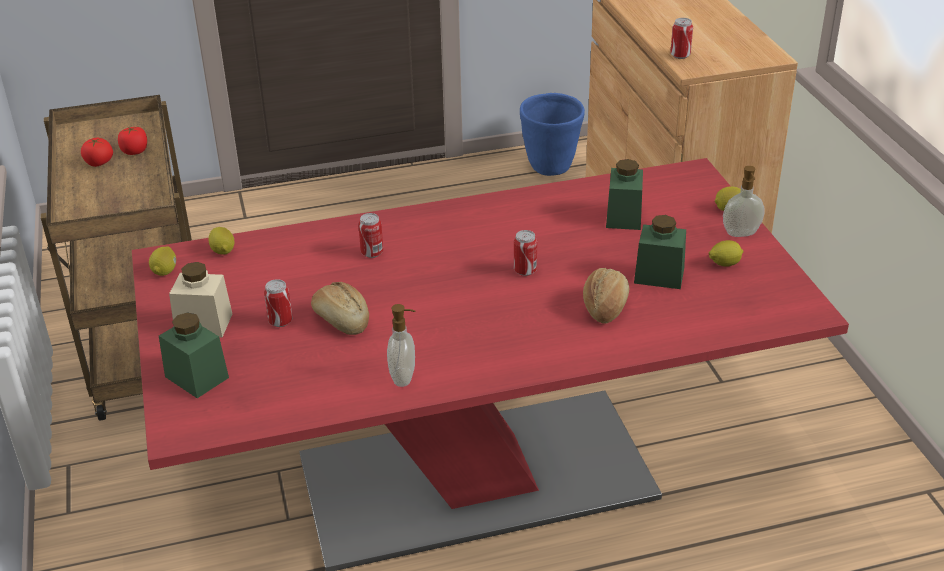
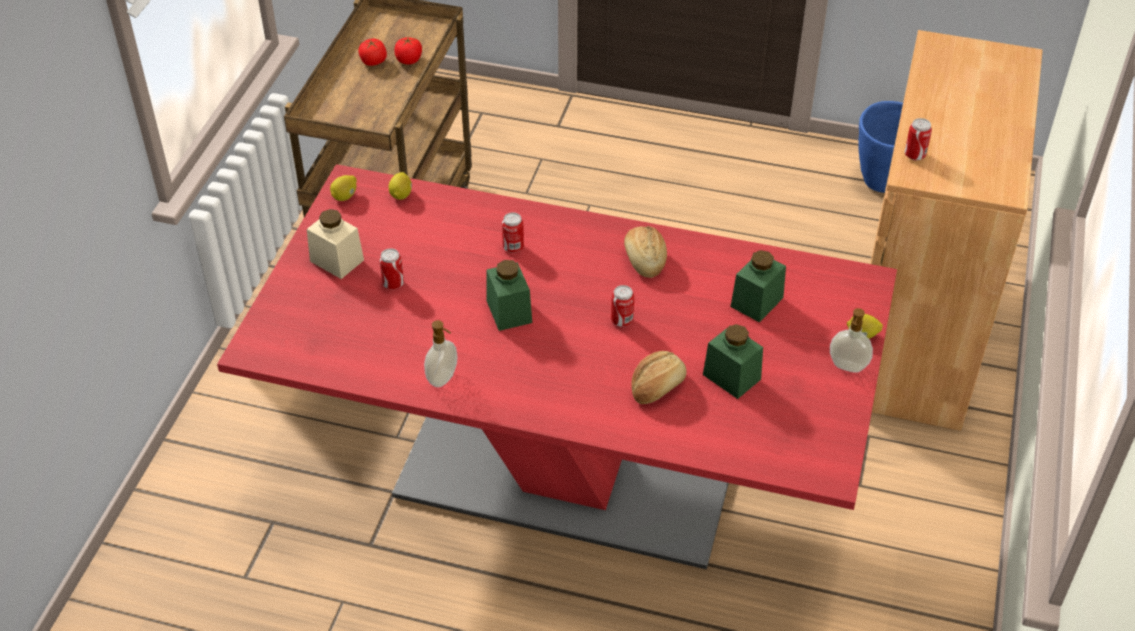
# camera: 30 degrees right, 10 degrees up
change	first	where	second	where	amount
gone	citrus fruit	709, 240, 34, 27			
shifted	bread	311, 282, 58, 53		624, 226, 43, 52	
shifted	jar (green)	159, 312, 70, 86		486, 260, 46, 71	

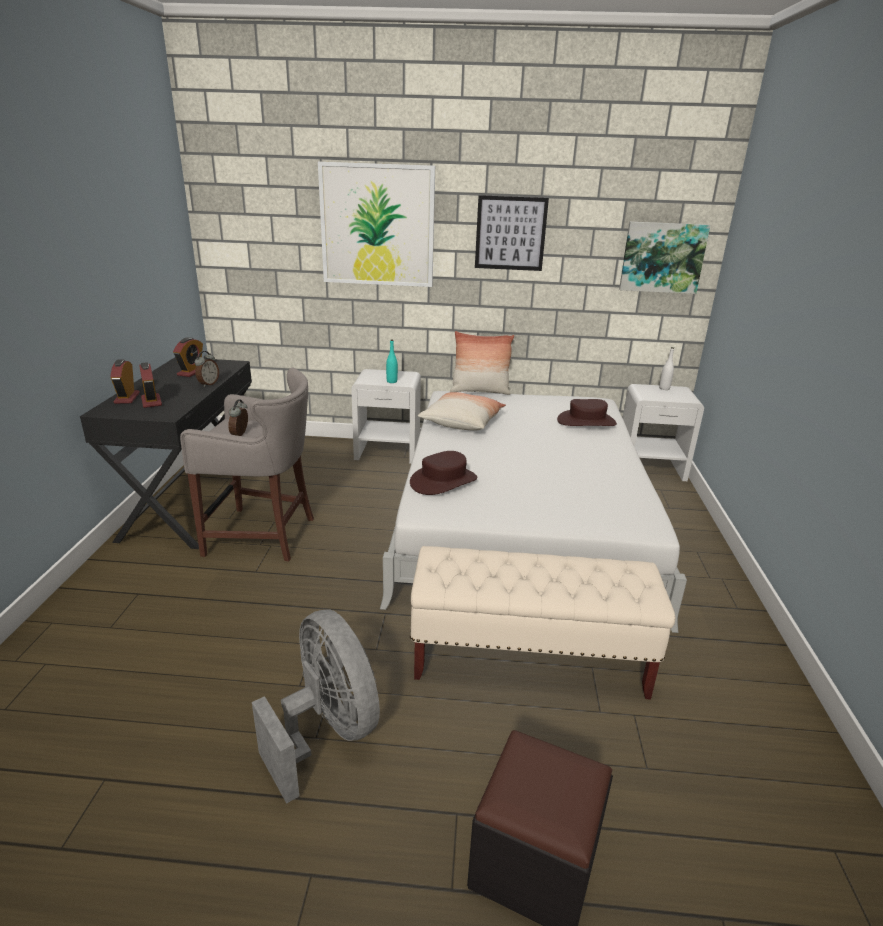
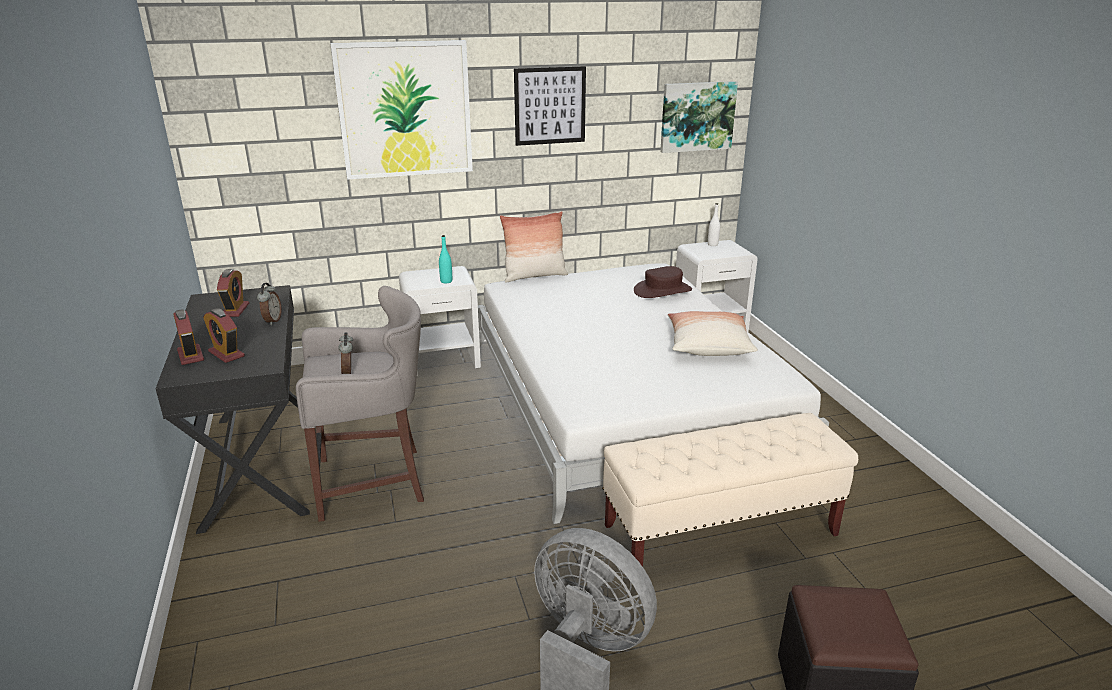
# camera: 20 degrees left, 0 degrees up
change	first	where	second	where	amount
shifted	throw pillow	418, 392, 88, 39		668, 311, 90, 45	
gone	clothing hat (brown-coloured)	410, 451, 67, 44			

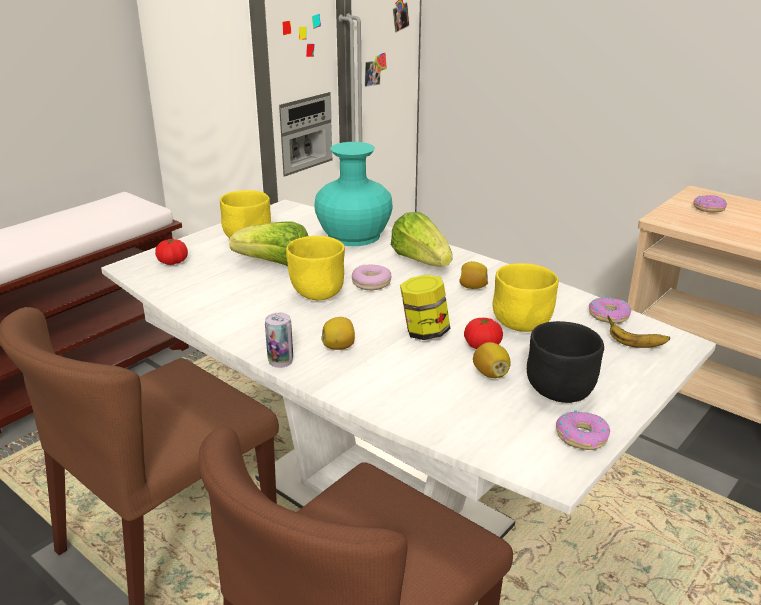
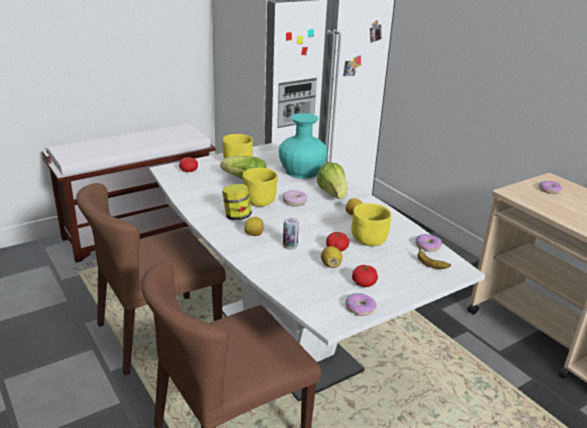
# camera: 15 degrees right, 0 degrees up
change	first	where	second	where	amount
shifted	jar	400, 275, 50, 65		222, 184, 30, 36	
shifted	metal can	265, 313, 28, 55		283, 218, 16, 32	
swapped	bowl (black-coloured)	527, 321, 77, 82	whole tomato	352, 265, 26, 22	

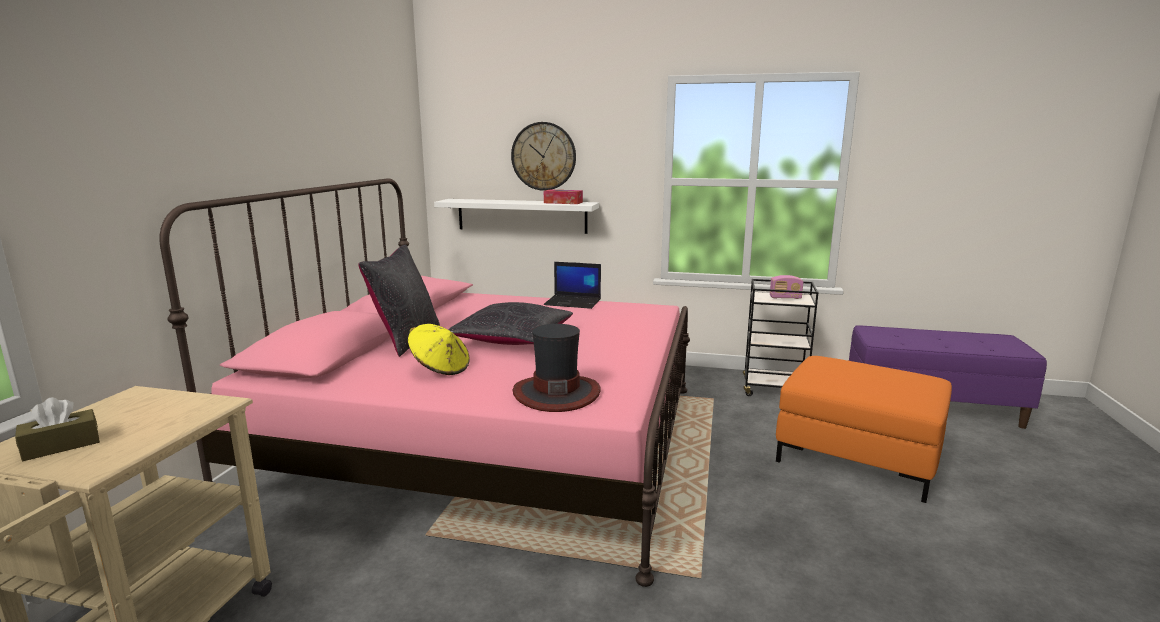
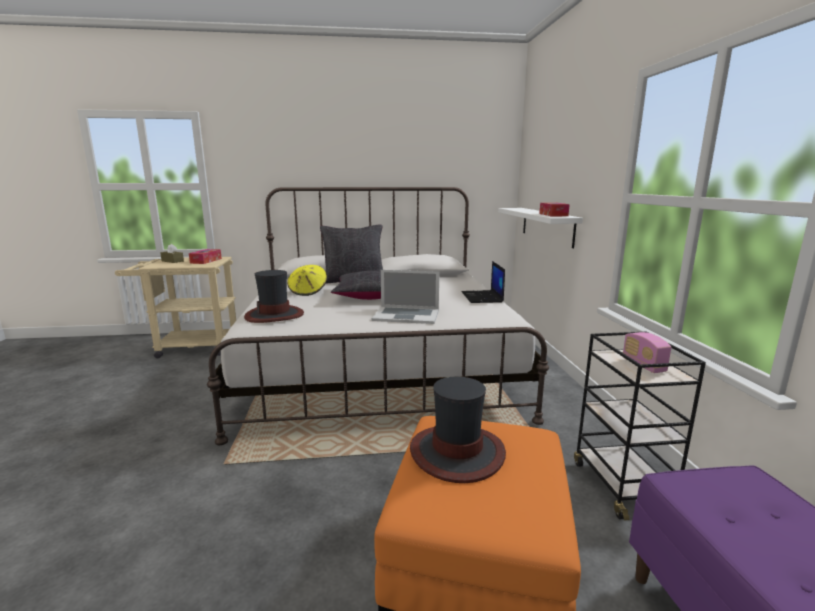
# camera: 70 degrees right, 0 degrees up
change	first	where	second	where	amount
gone	hanging clock	511, 122, 65, 69			
repainted	bed (pinkish)	159, 178, 531, 409	bed (whitish)	207, 187, 342, 258	
new			box of tissues	189, 249, 33, 15	
new			notebook computer	372, 270, 68, 54	
new			clothing hat	410, 376, 96, 107	

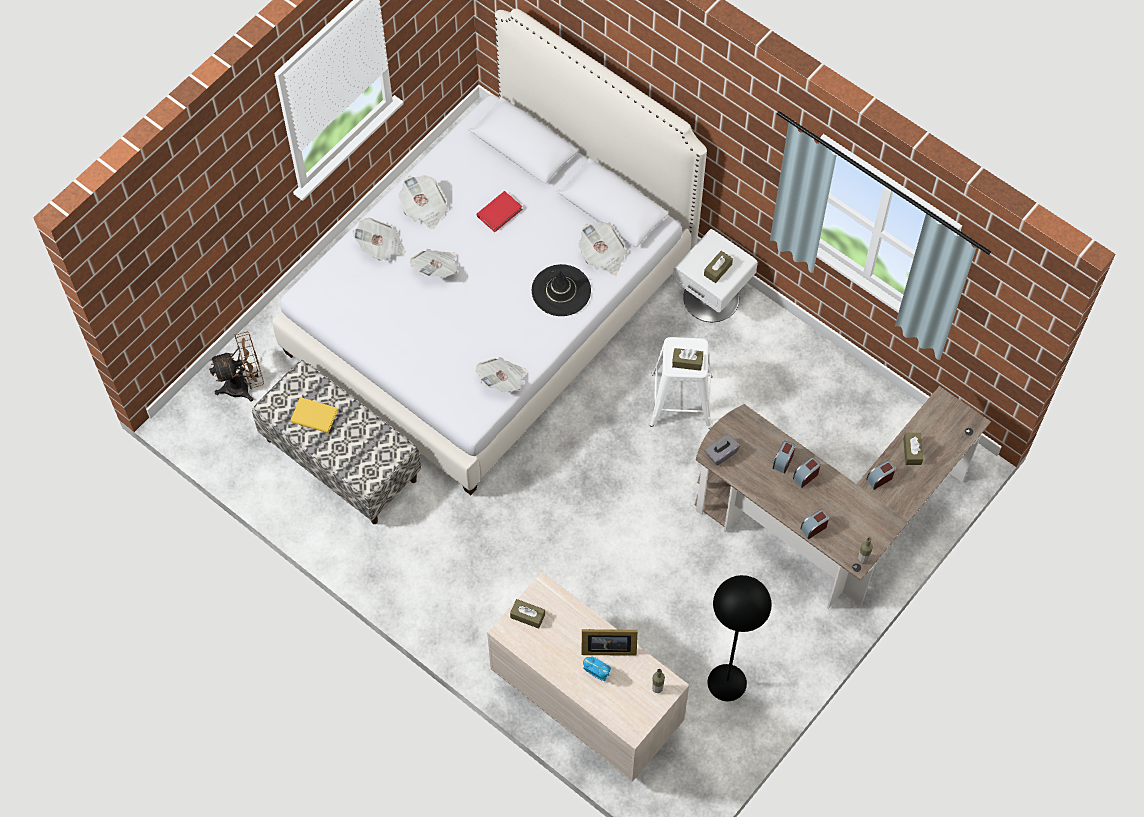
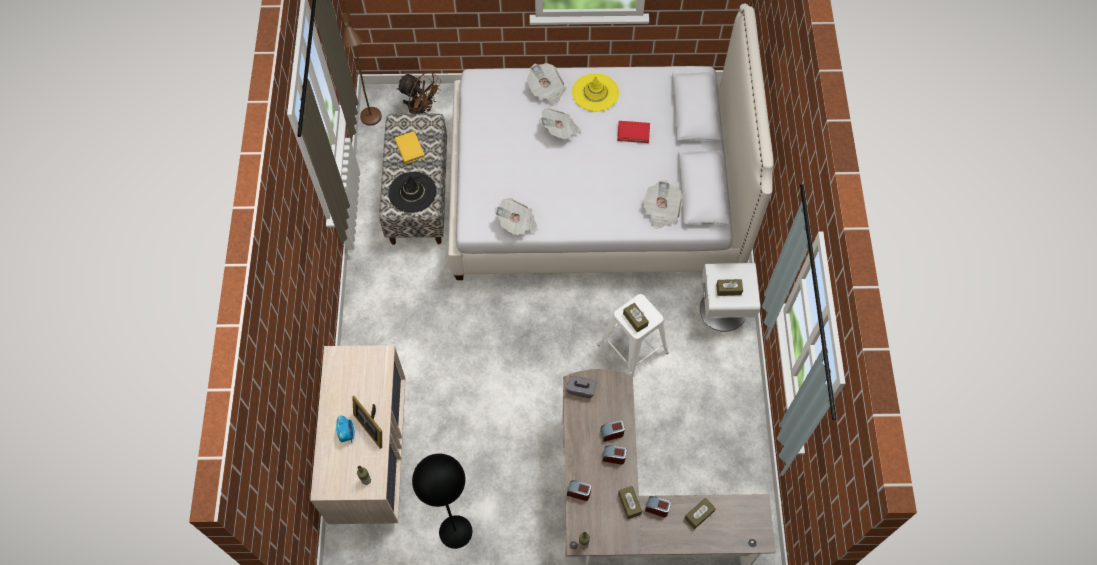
# camera: 50 degrees right, 0 degrees up
change	first	where	second	where	amount
swapped	newspaper	398, 175, 51, 54	clothing hat (yellow)	572, 73, 47, 38	
shifted	clothing hat (black-coloured)	532, 264, 59, 52		388, 172, 48, 41	
shifted	box of tissues (brown-coloured)	510, 599, 35, 30		618, 486, 24, 33	
new			standard lamp (brown-coloured)	339, 13, 43, 113	

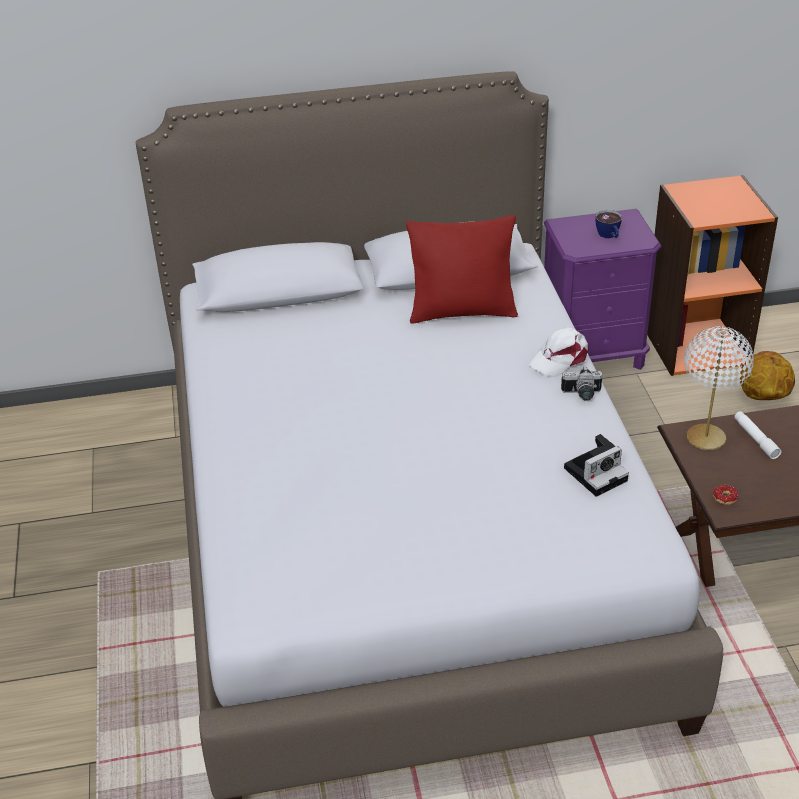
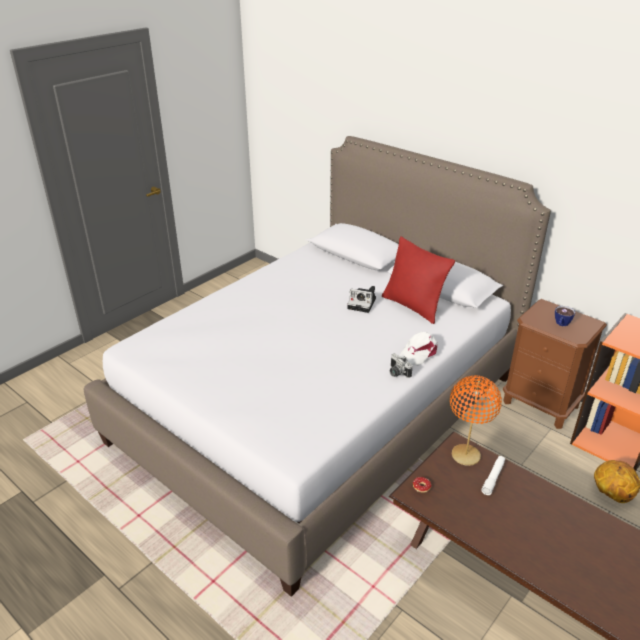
# camera: 50 degrees right, 5 degrees down
change	first	where	second	where	amount
repainted	nightstand (purple)	544, 209, 117, 161	nightstand (brown-coloured)	503, 299, 104, 130	
repainted	tabletop lamp (whitish)	684, 326, 70, 124	tabletop lamp (orange-coloured)	450, 375, 52, 91	
rotated	cap (whitish)	529, 327, 60, 50		399, 331, 39, 35	60 degrees counterclockwise
shifted	still camera	564, 434, 65, 63		347, 286, 29, 27	

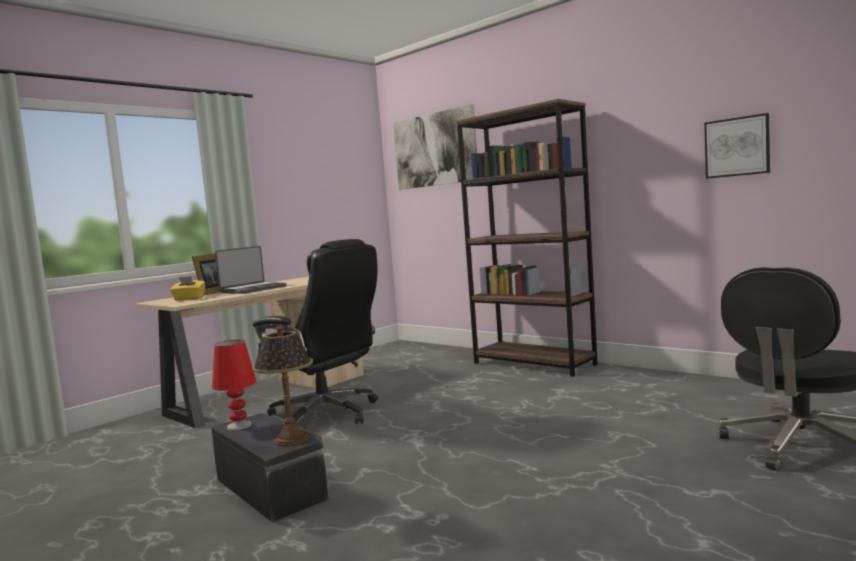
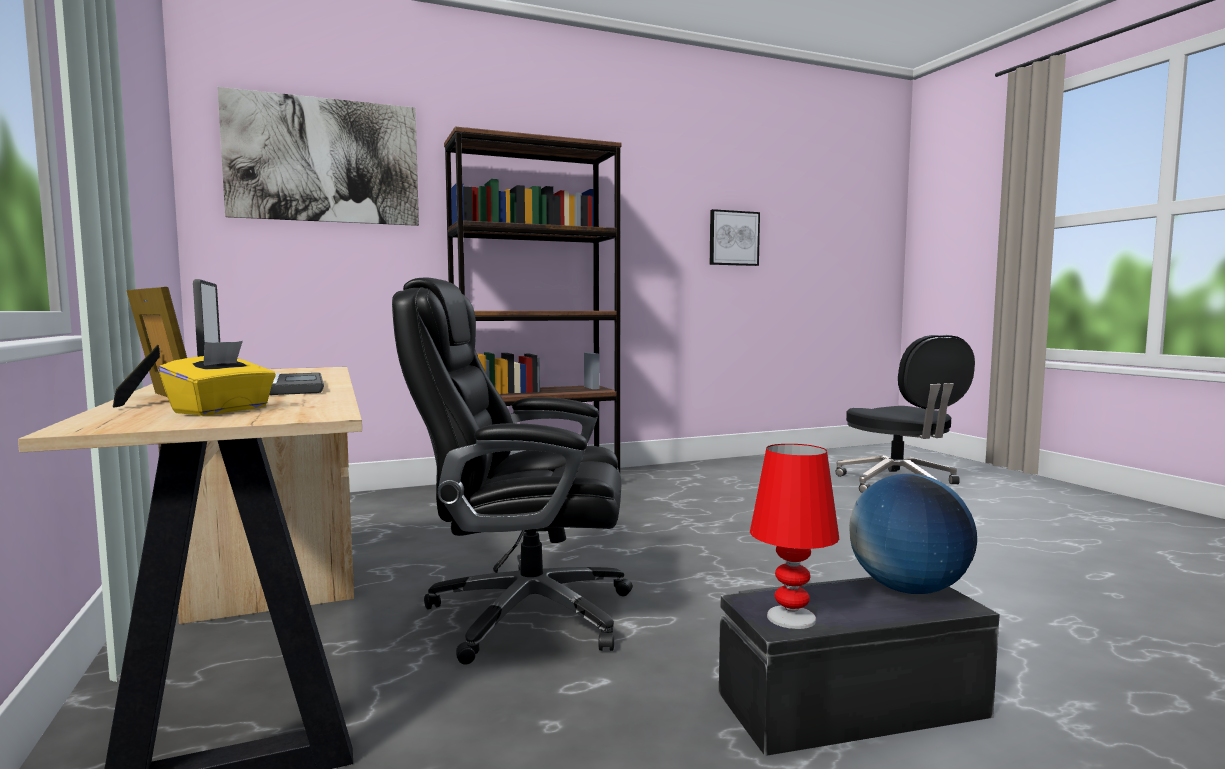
# camera: 65 degrees left, 0 degrees up
change	first	where	second	where	amount
rotated	office chair (black-coloured)	253, 239, 125, 185		392, 277, 241, 388	150 degrees counterclockwise
swapped	tabletop lamp	252, 326, 61, 121	desk globe	849, 474, 128, 120	

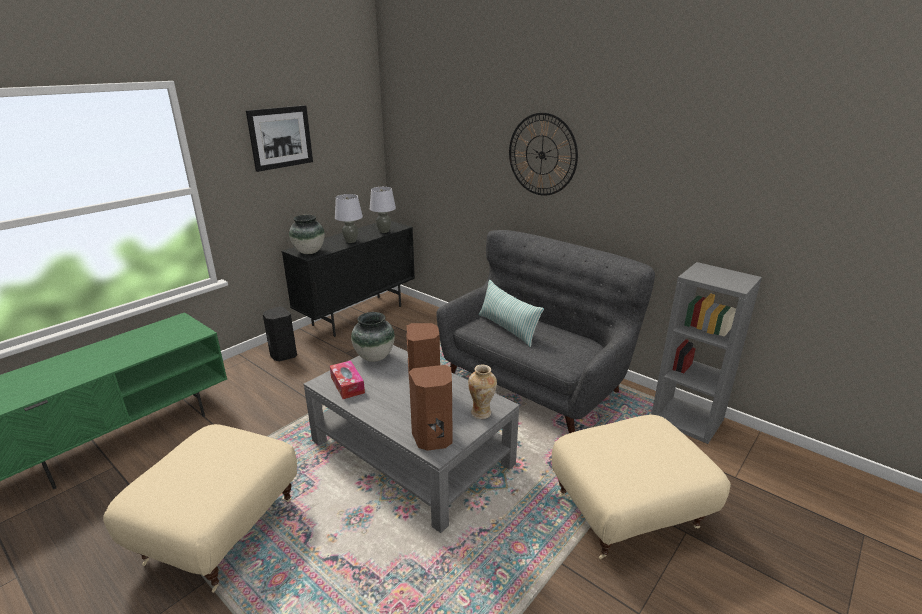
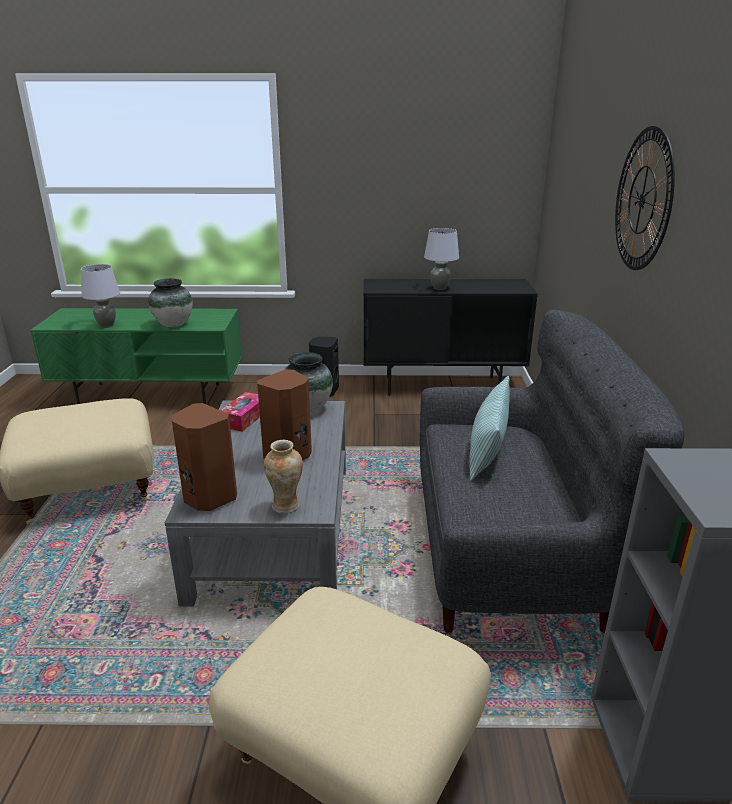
# camera: 50 degrees right, 0 degrees up
change	first	where	second	where	amount
gone	wall art	246, 105, 67, 67			
shifted	tabletop lamp (grey)	370, 187, 26, 46		81, 264, 39, 64	
shifted	flower vase	289, 215, 36, 39		148, 278, 45, 49	

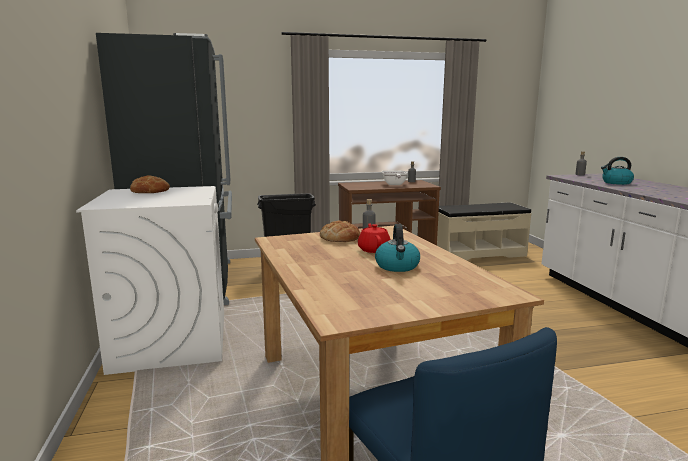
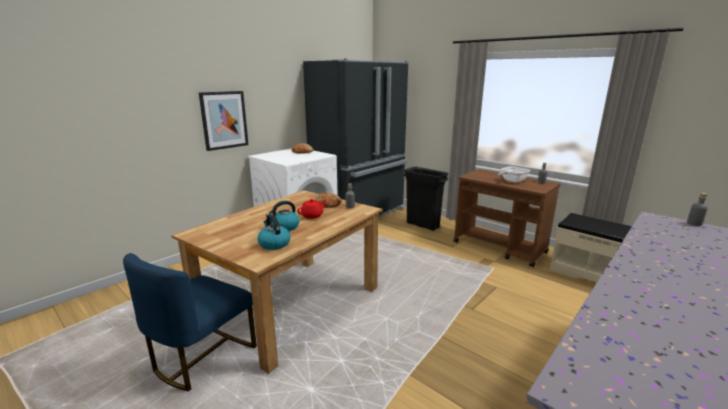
# camera: 55 degrees right, 5 degrees up
change	first	where	second	where	amount
shifted	water kettle	601, 157, 33, 28		257, 215, 34, 35	
new			wall art	199, 91, 50, 60	

